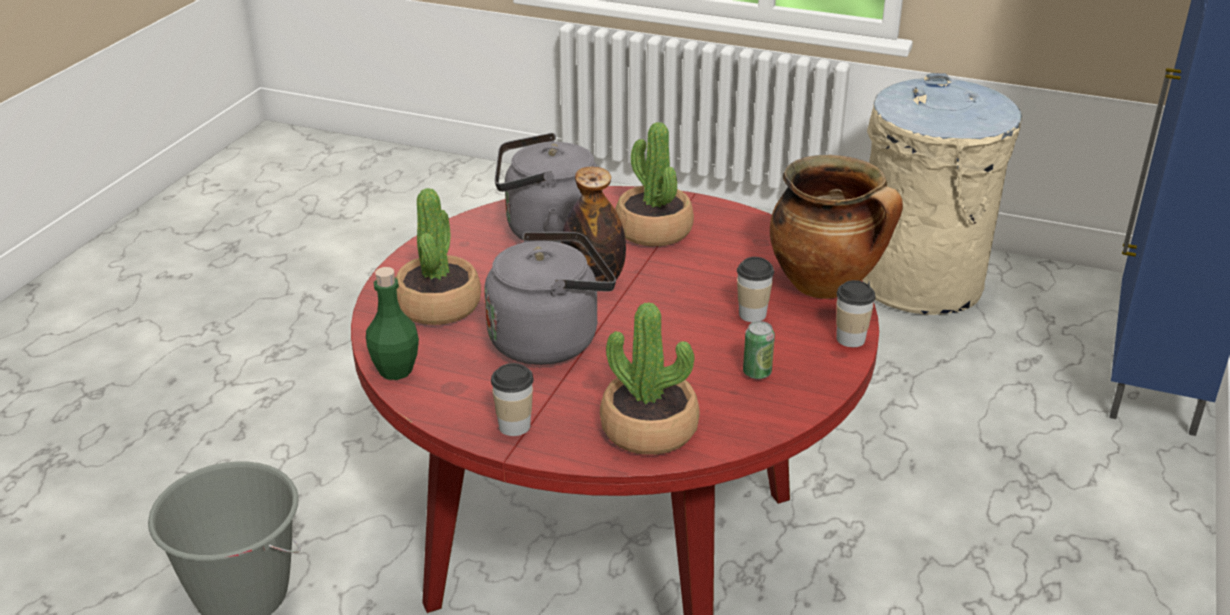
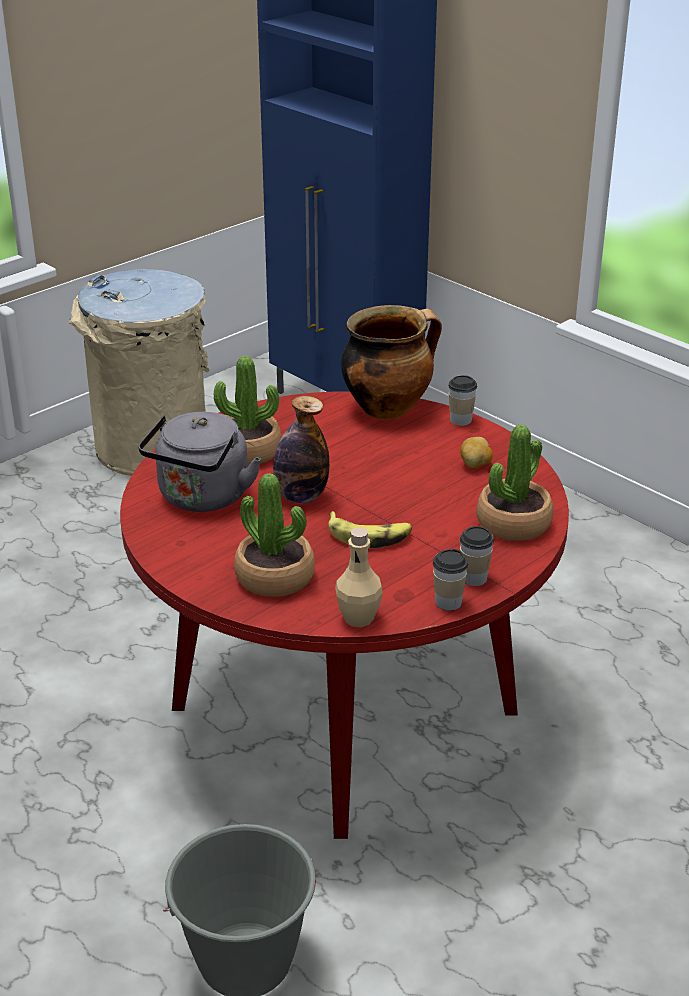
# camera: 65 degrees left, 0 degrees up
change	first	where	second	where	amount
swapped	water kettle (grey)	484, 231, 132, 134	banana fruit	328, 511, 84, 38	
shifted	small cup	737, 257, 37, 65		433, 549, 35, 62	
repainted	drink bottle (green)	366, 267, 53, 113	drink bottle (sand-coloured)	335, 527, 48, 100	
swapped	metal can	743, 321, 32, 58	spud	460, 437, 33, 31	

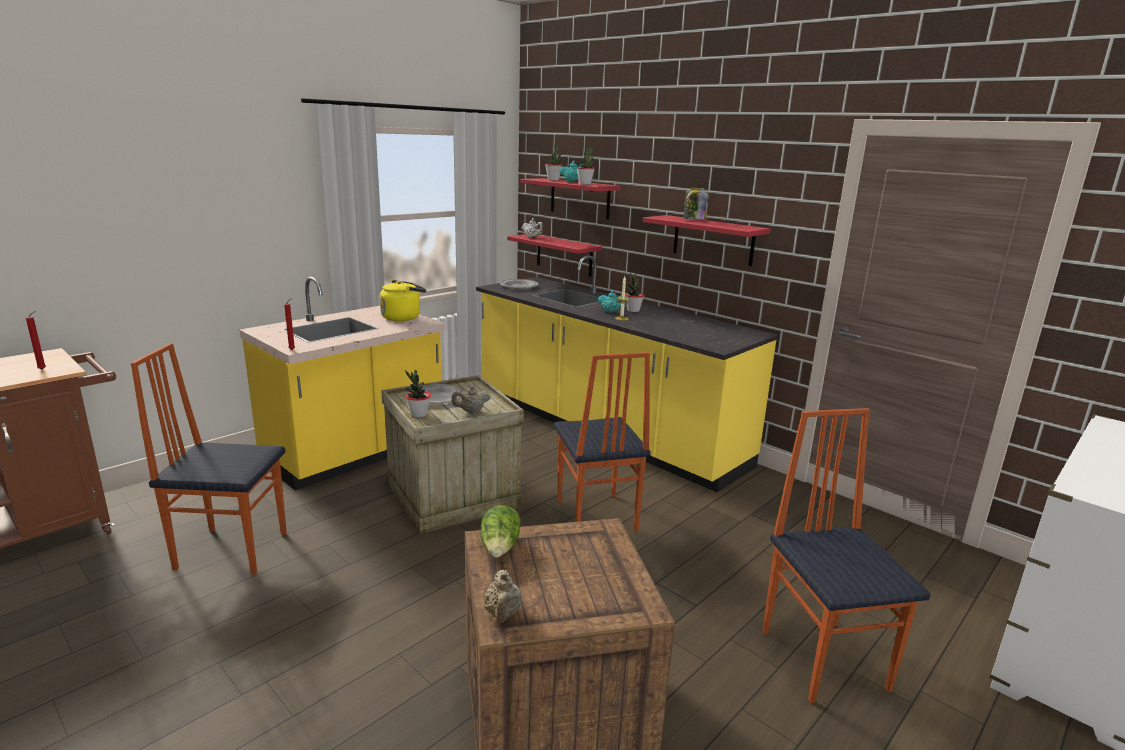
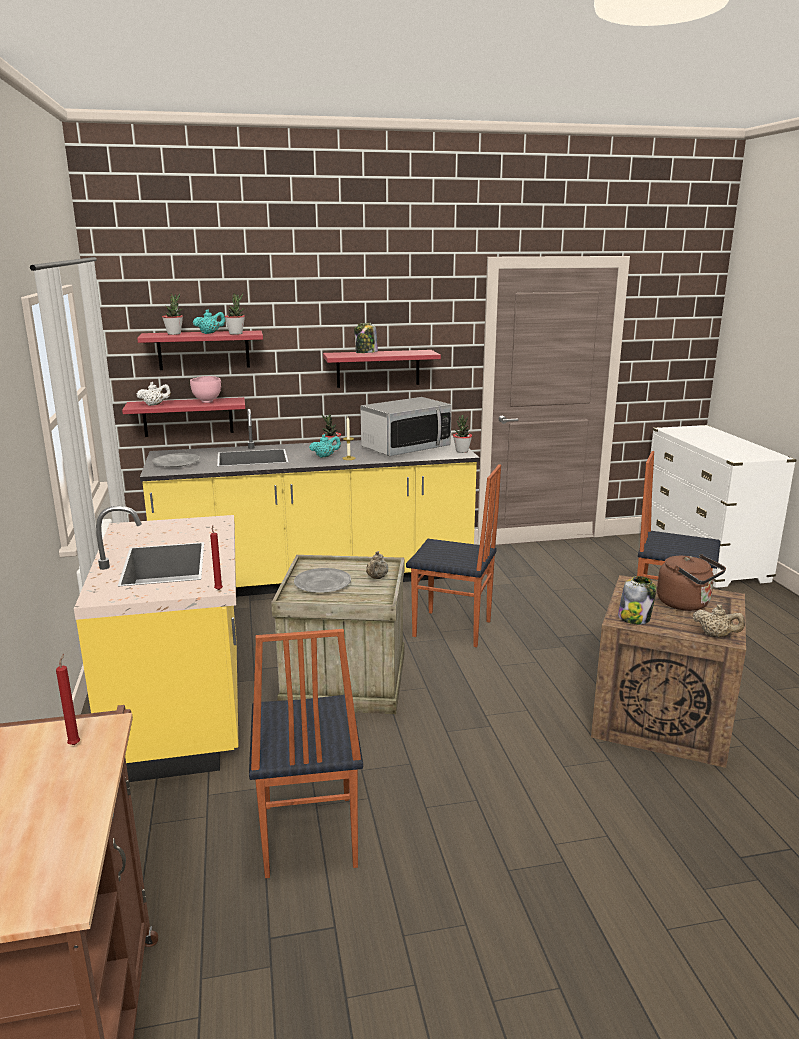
# camera: 55 degrees left, 0 degrees up
change	first	where	second	where	amount
gone	water kettle (yellow)	380, 280, 46, 41			
rotated	upright chair	131, 343, 156, 232		249, 629, 114, 249	45 degrees counterclockwise
shifted	houseplant	405, 370, 26, 48		453, 415, 19, 38	
swapped	lettuce	480, 505, 41, 53	jar	618, 576, 39, 48	
new			bowl (pinkish)	190, 376, 31, 27	
new			kitchen microwave	360, 397, 92, 59	
new			water kettle (brown-coloured)	657, 554, 69, 57	

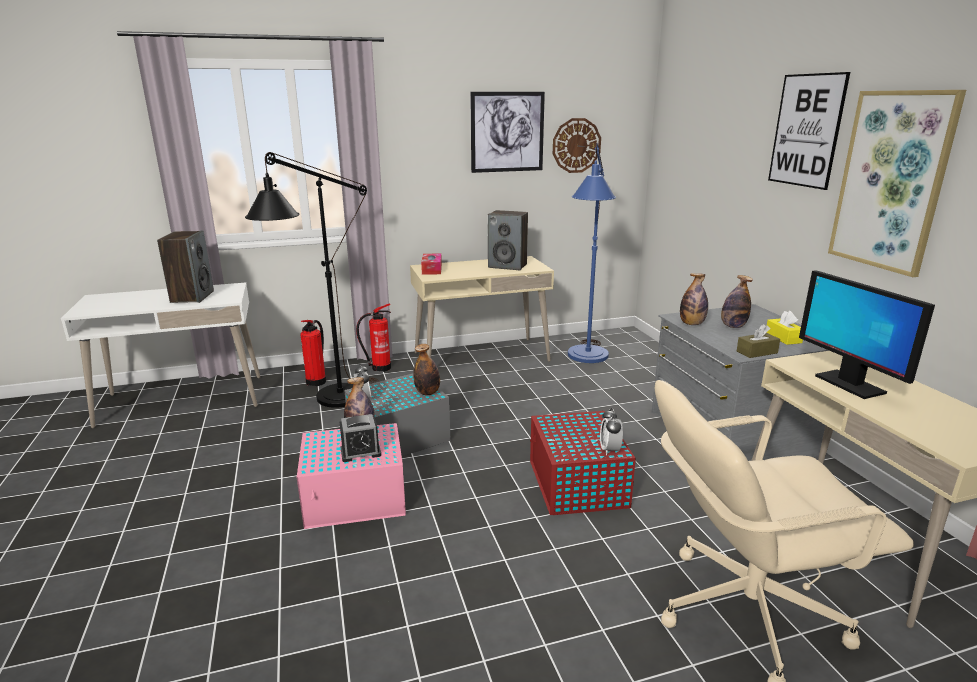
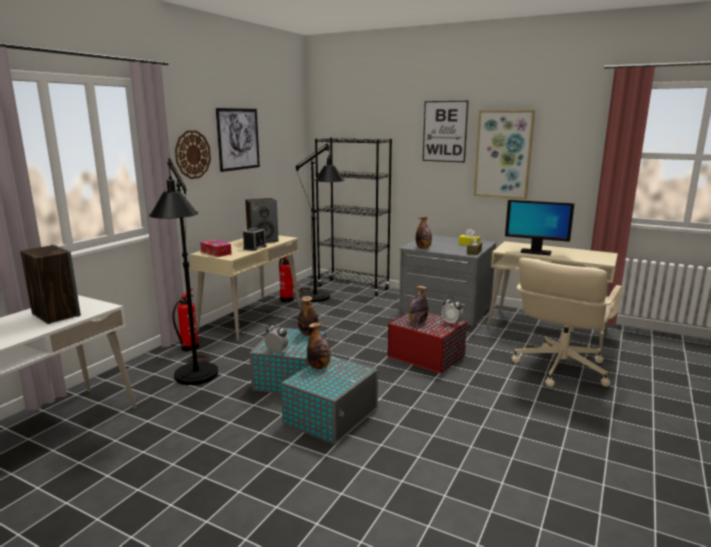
# camera: 45 degrees left, 5 degrees down
change	first	where	second	where	amount
shifted	hanging clock	553, 118, 48, 55		175, 130, 36, 49	
repainted	standard lamp (blue-coloured)	568, 143, 48, 220	standard lamp (black-coloured)	296, 143, 49, 159	
shifted	drink bottle	721, 275, 32, 53		409, 286, 19, 38	
shifted	fire extinguisher	300, 320, 26, 66		279, 257, 15, 45	
shifted	table clock	340, 414, 41, 48		243, 228, 23, 23	
repainted	storage bin (pinkish)	297, 423, 109, 106	storage bin (grey)	281, 355, 97, 90	
new			shelving unit (black-coloured)	315, 138, 77, 158	

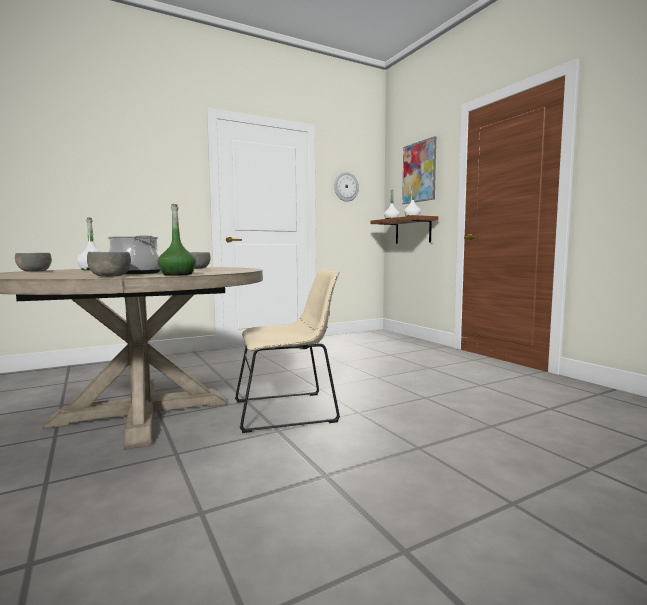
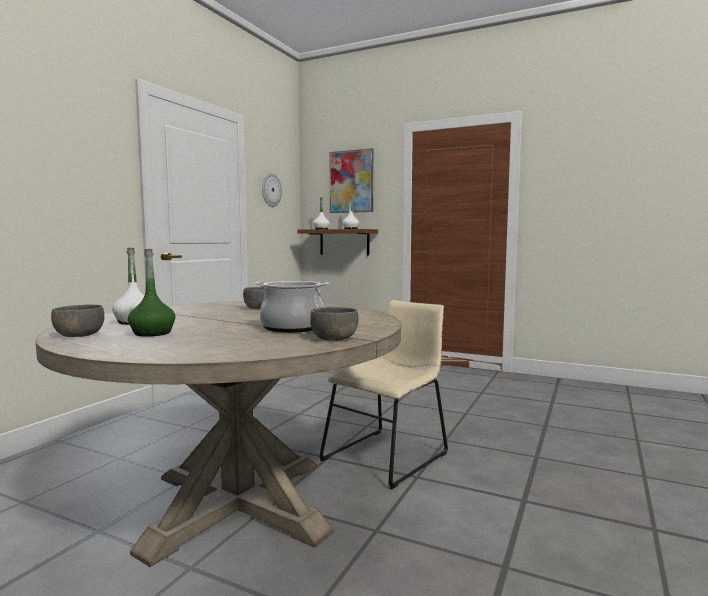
# camera: 35 degrees left, 0 degrees up
change	first	where	second	where	amount
shifted	drink bottle (green)	158, 204, 38, 71		128, 249, 47, 88	

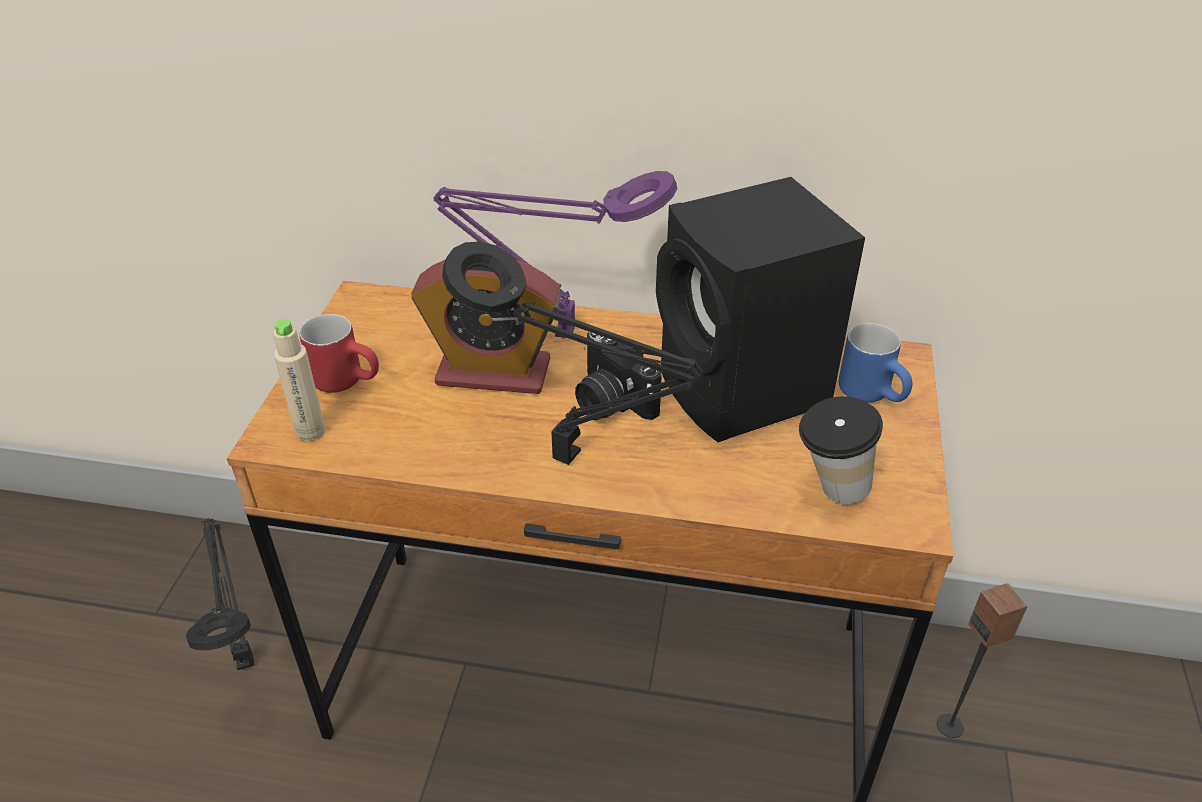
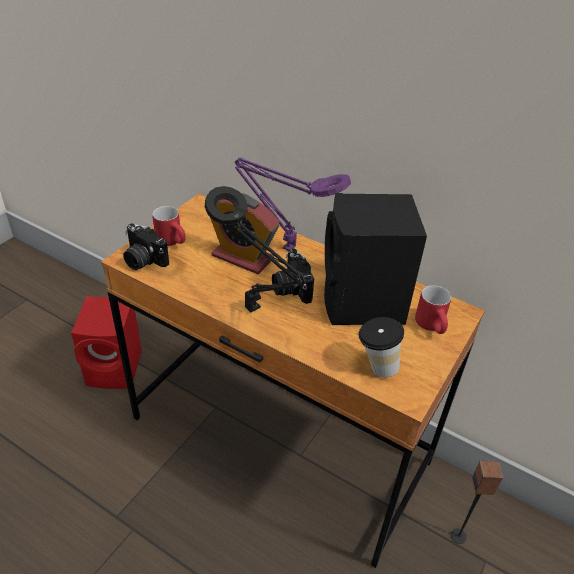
# camera: 20 degrees right, 0 degrees up
change	first	where	second	where	amount
swapped	drink bottle (sand-coloured)	274, 319, 51, 122	still camera	123, 223, 46, 47	
repainted	tea mug (blue-coloured)	839, 323, 73, 80	tea mug (reddish)	415, 285, 36, 49	
swapped	tabletop lamp (black-coloured)	186, 518, 68, 152	speaker (reddish)	71, 296, 71, 93	

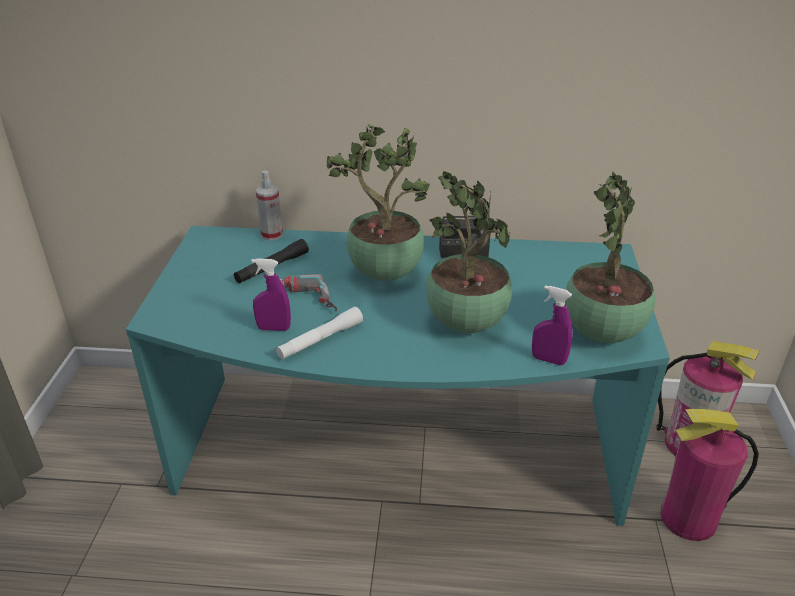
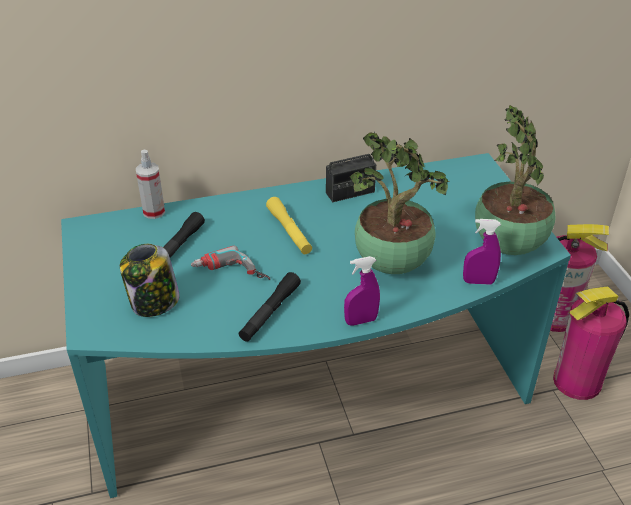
# camera: 20 degrees left, 5 degrees up
change	first	where	second	where	amount
swapped	houseplant	327, 124, 103, 157	torch (yellow)	266, 197, 46, 57	
shifted	spray bottle (purple)	251, 258, 40, 73		344, 256, 36, 70	
repainted	torch (whitish)	276, 307, 87, 53	torch (black-coloured)	239, 272, 62, 70	
new			jar	120, 244, 60, 73	

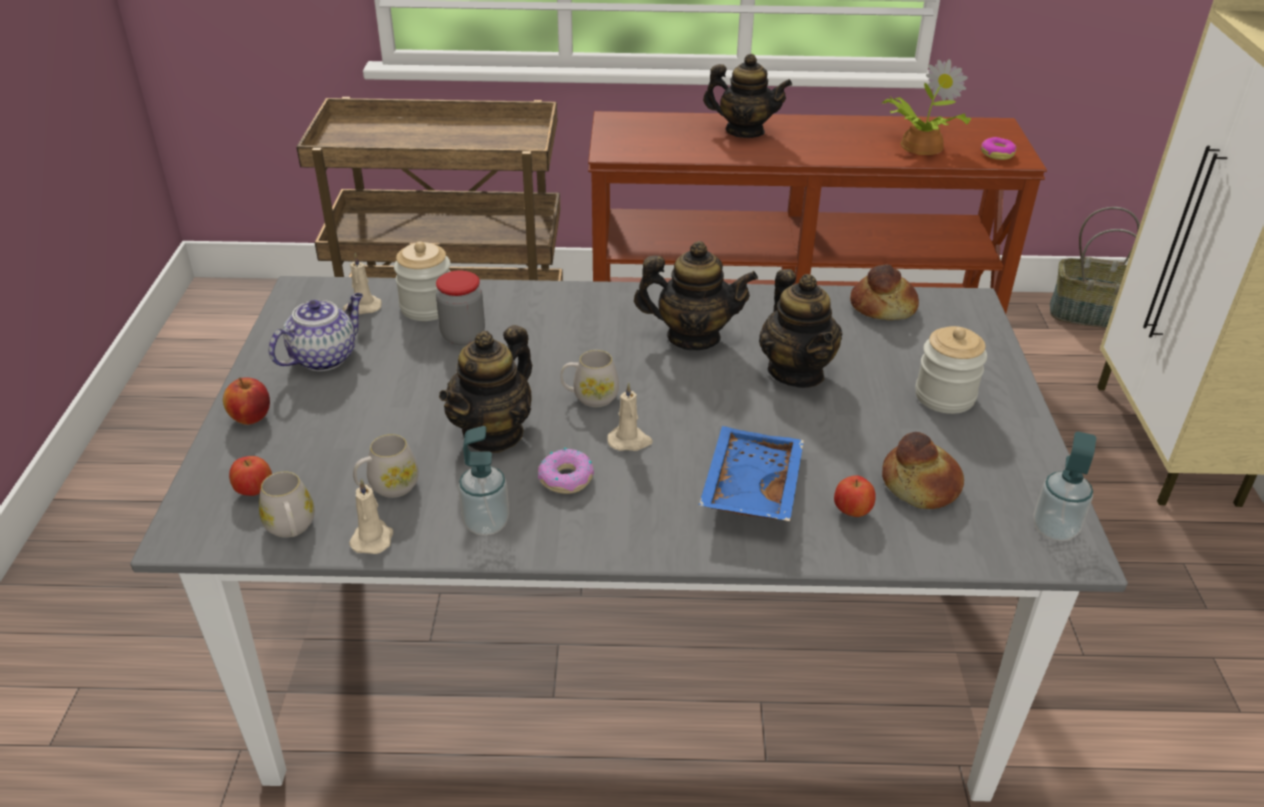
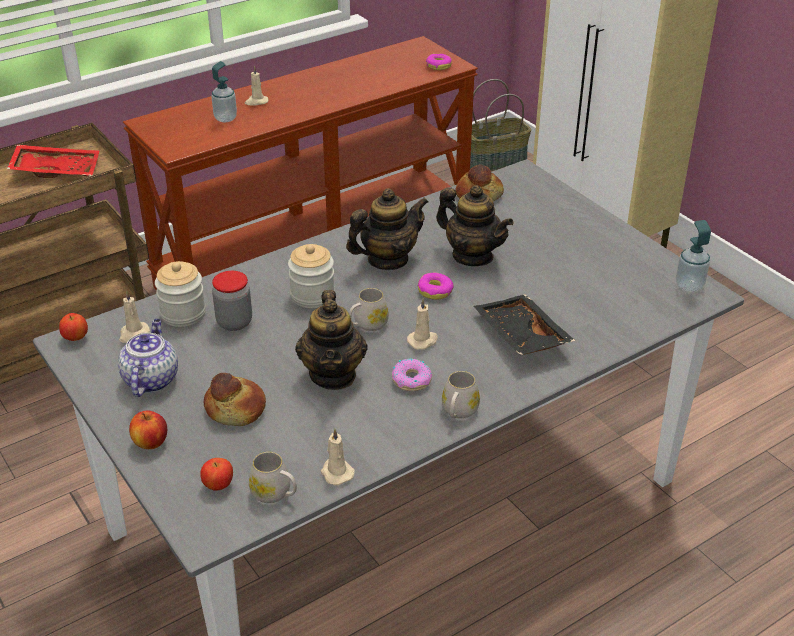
# camera: 35 degrees left, 0 degrees up
change	first	where	second	where	amount
swapped	tea pot	703, 54, 89, 84	candle (sand-coloured)	245, 66, 24, 39	
gone	houseplant	881, 59, 90, 96			
shifted	jar	915, 326, 72, 88		288, 244, 47, 64	
shifted	liquid soap bottle	458, 426, 51, 110		211, 61, 26, 61	
repainted	tray (blue-coloured)	699, 426, 105, 95	tray (black-coloured)	473, 294, 102, 61	
shifted	bread	882, 432, 82, 77		204, 373, 62, 53	
shifted	tea mug (whitish)	353, 434, 66, 64		442, 371, 38, 48	
shifted	apple fruit	834, 475, 42, 42		59, 313, 29, 28	
new			tray (reddish)	7, 144, 92, 34	
new			donut	418, 273, 36, 27	

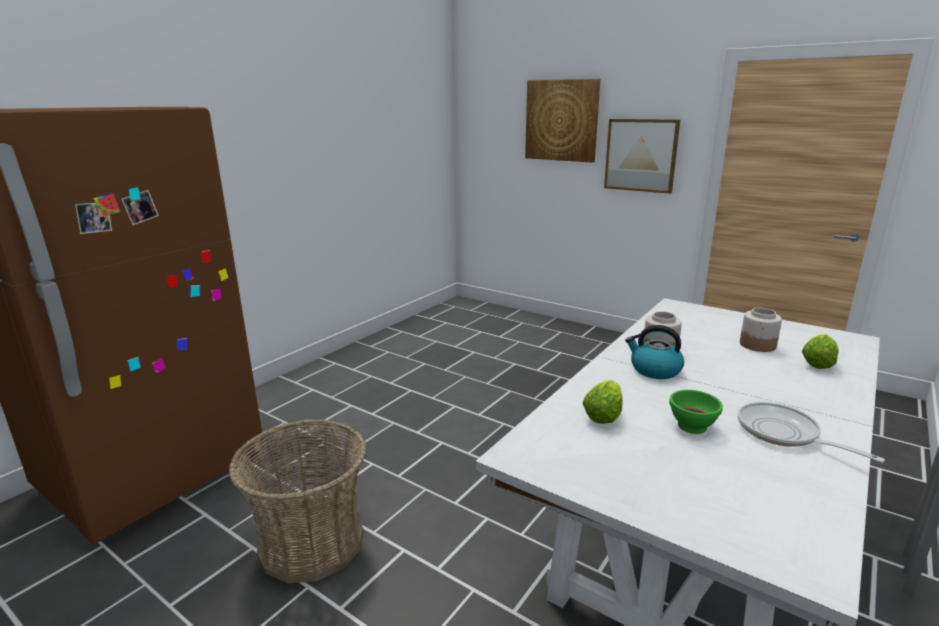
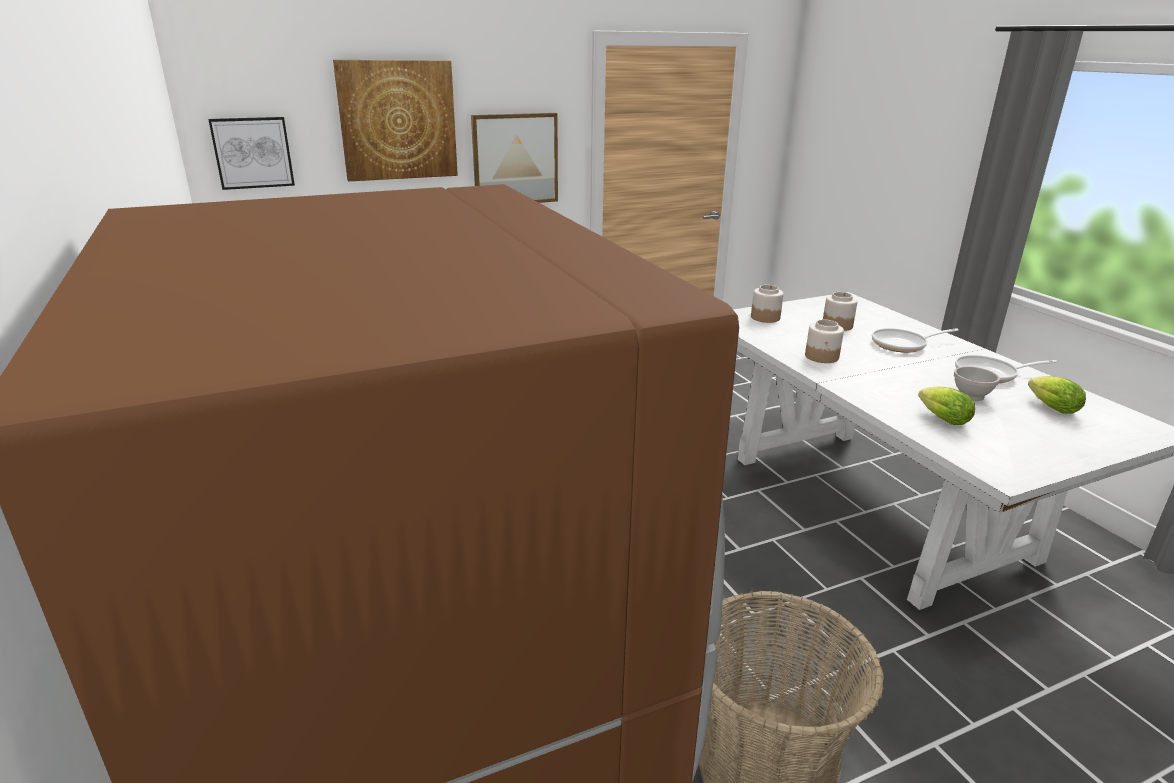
# camera: 60 degrees left, 5 degrees up
change	first	where	second	where	amount
gone	water kettle	625, 325, 59, 54			
shifted	lettuce	802, 334, 37, 35		1028, 376, 58, 38	
repainted	bowl (green)	669, 390, 54, 44	bowl (whitish)	954, 366, 46, 35	
new			wall art	208, 117, 87, 73	
new			jar	751, 285, 33, 38	
new			skillet	872, 328, 87, 25	

